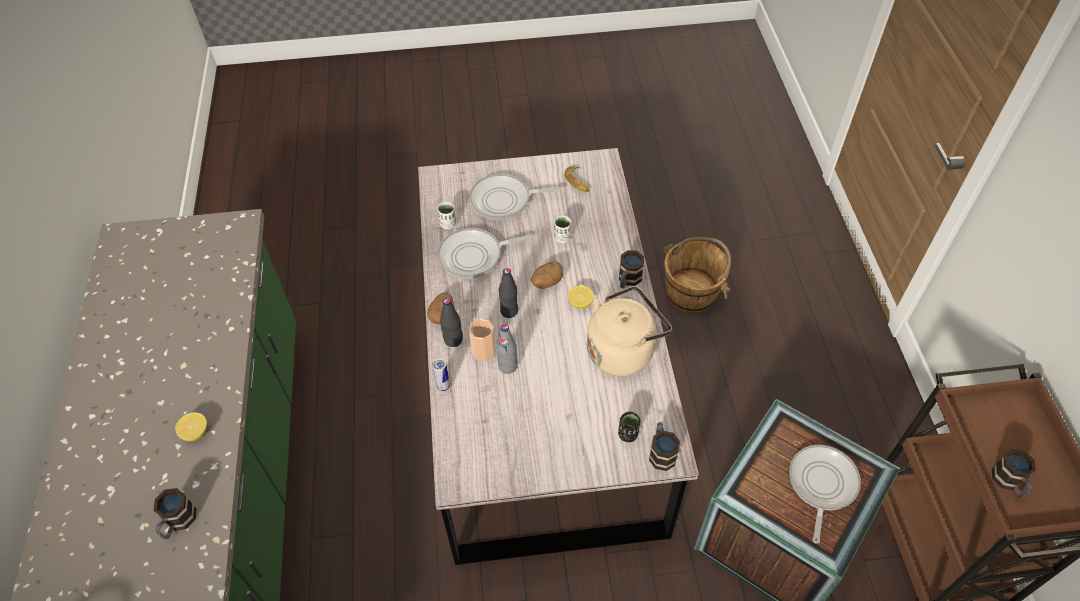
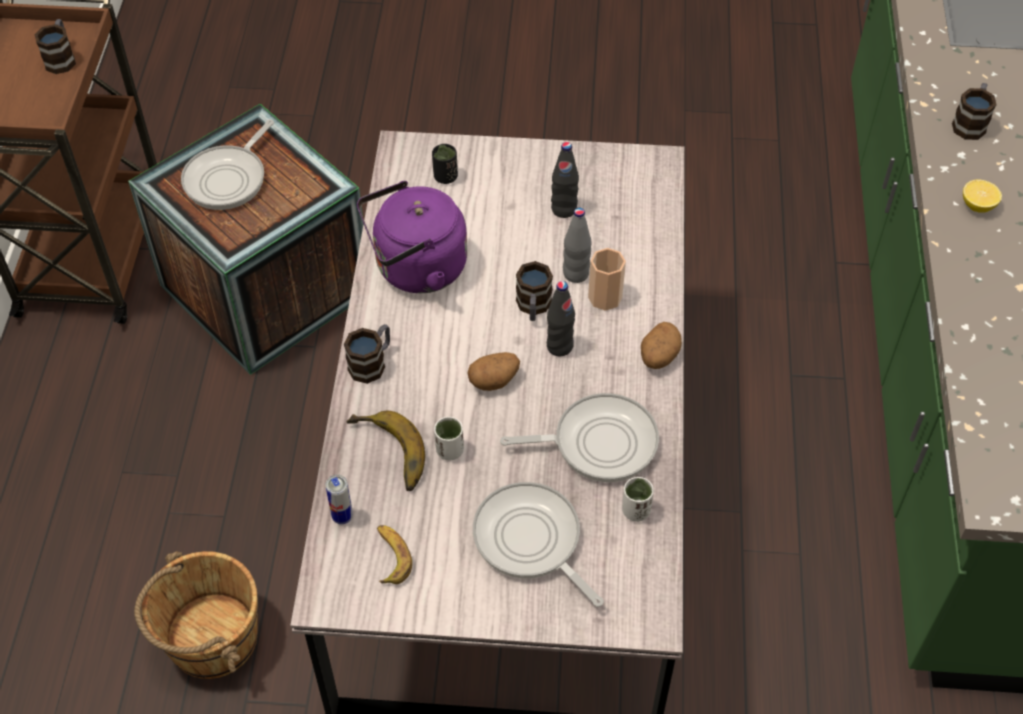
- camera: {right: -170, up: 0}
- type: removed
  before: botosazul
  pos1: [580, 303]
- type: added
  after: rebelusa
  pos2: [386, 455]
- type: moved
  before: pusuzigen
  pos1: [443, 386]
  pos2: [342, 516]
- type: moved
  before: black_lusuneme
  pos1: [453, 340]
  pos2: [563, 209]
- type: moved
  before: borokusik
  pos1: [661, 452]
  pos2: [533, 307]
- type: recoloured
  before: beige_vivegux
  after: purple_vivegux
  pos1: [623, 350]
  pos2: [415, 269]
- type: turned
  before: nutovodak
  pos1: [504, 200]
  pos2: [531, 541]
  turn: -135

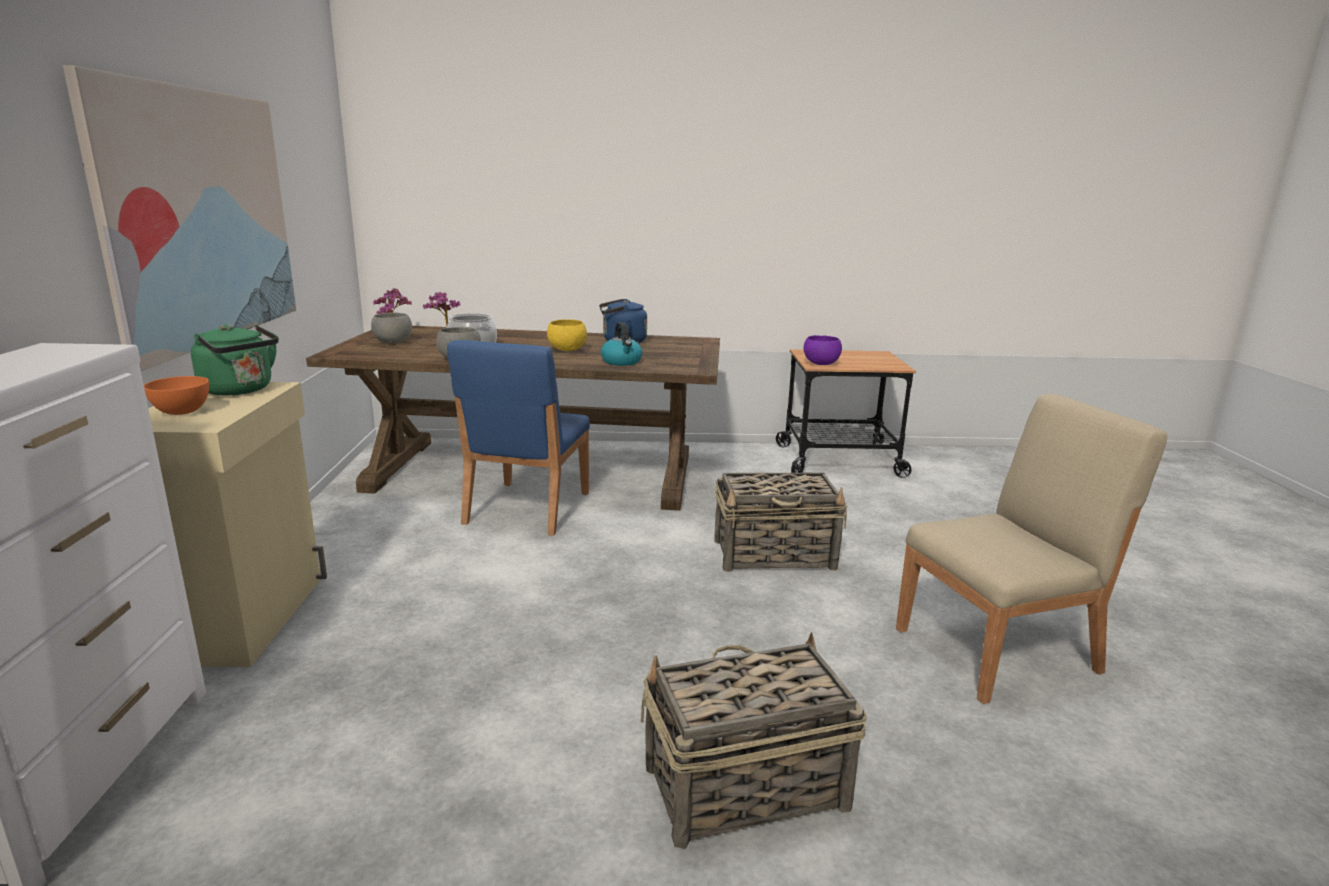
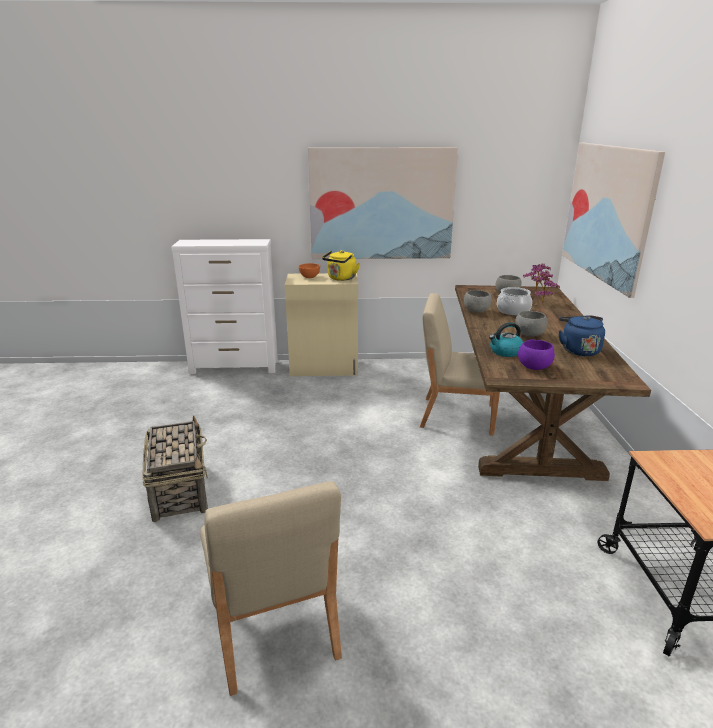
- camera: {right: 90, up: 5}
- type: removed
  before: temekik
  pos1: [775, 555]
- type: added
  after: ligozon
  pos2: [607, 213]
- type: moved
  before: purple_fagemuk
  pos1: [821, 364]
  pos2: [533, 367]
- type: recoloured
  before: green_vivegux
  after: yellow_vivegux
  pos1: [240, 390]
  pos2: [341, 278]
- type: recoloured
  before: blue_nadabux
  after: beige_nadabux
  pos1: [526, 508]
  pos2: [456, 415]
- type: recoloured
  before: yellow_fagemuk
  after: grey_fagemuk
  pos1: [567, 350]
  pos2: [529, 335]

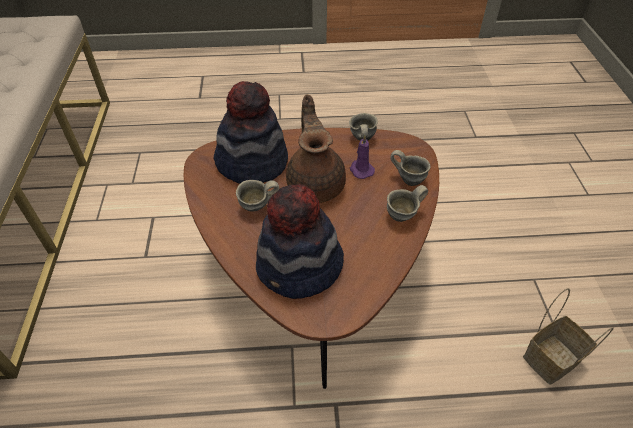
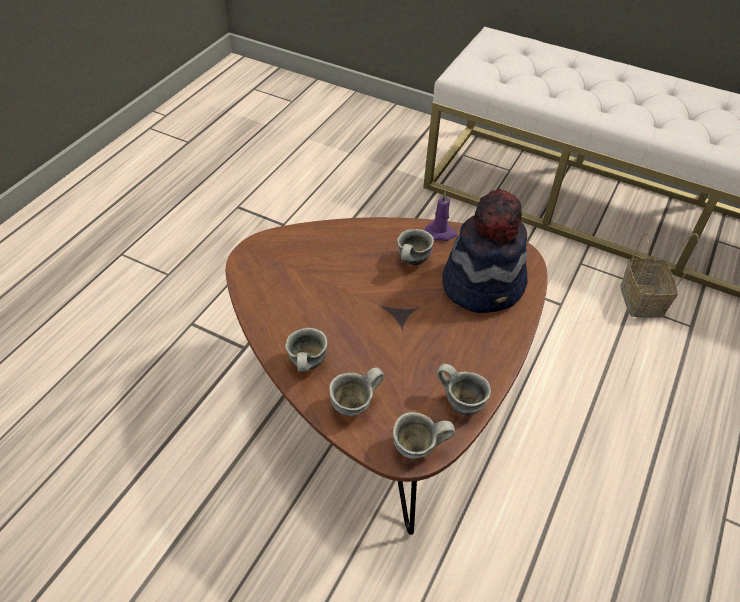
- camera: {right: 120, up: 0}
- type: removed
  before: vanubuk
  pos1: [300, 268]
- type: removed
  before: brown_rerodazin
  pos1: [316, 184]
- type: added
  after: grey_borokusik
  pos2: [418, 451]
- type: moved
  before: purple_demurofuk
  pos1: [361, 170]
  pos2: [441, 233]
- type: moved
  before: temekik
  pos1: [551, 357]
  pos2: [643, 301]

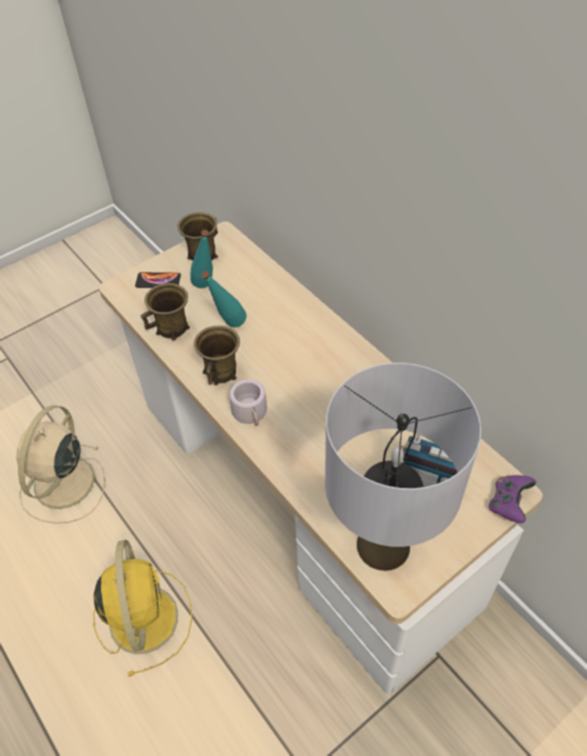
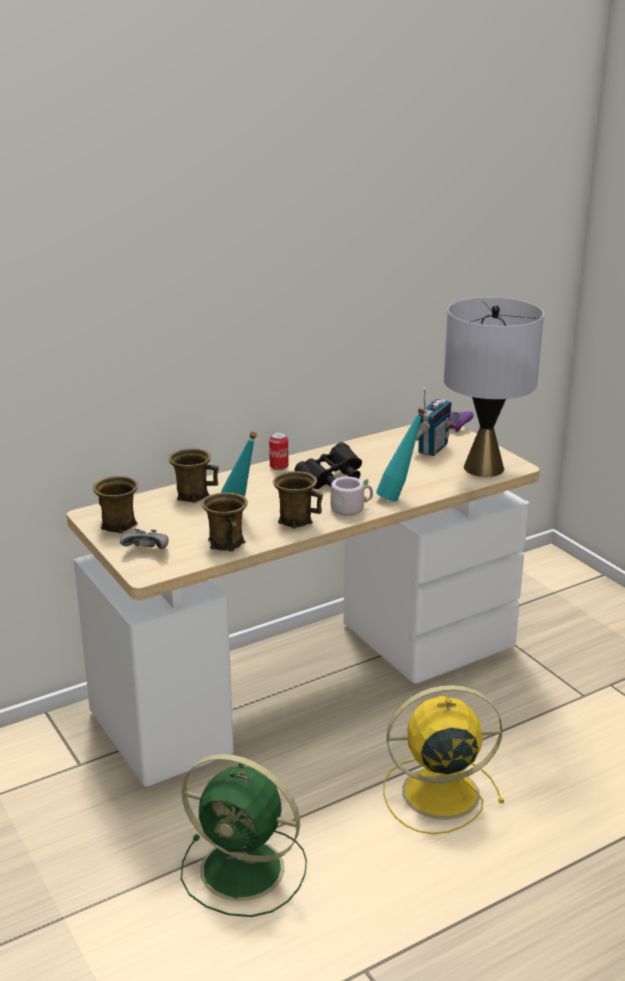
- camera: {right: -85, up: -25}
- type: added
  after: brown_borokusik
  pos2: [192, 495]
- type: added
  after: pusuzigen
  pos2: [279, 467]
- type: added
  after: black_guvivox
  pos2: [331, 480]
- type: moved
  before: turquoise_lusuneme
  pos1: [207, 289]
  pos2: [399, 497]
- type: replaced
  before: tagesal
  after: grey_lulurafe
  pos1: [158, 281]
  pos2: [147, 551]
- type: recoloured
  before: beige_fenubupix
  after: green_fenubupix
  pos1: [63, 485]
  pos2: [246, 870]

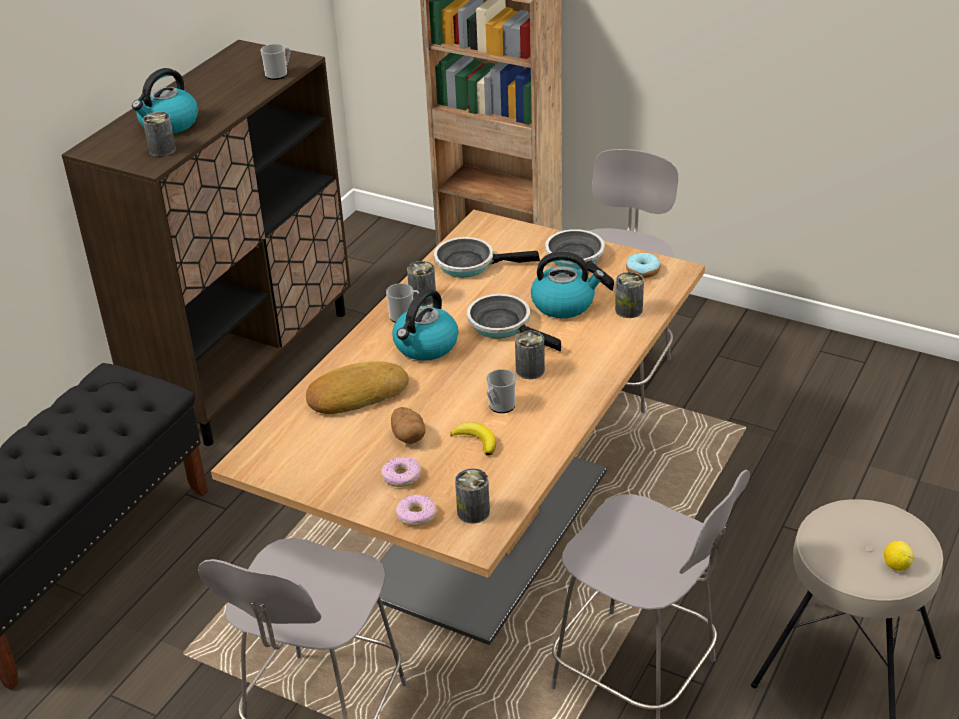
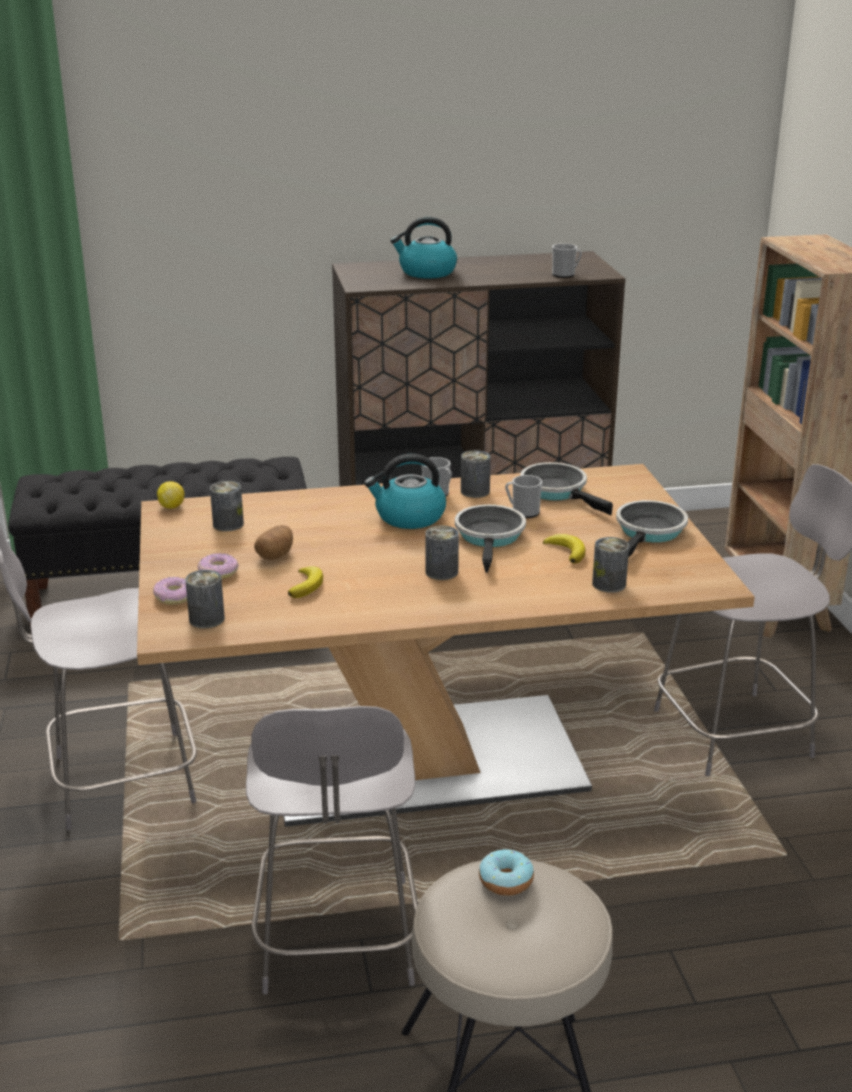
- camera: {right: 50, up: -10}
- type: removed
  before: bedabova
  pos1: [356, 394]
- type: moved
  before: pusuzigen
  pos1: [162, 150]
  pos2: [228, 524]
- type: moved
  before: borokusik
  pos1: [500, 406]
  pos2: [522, 512]
- type: moved
  before: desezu
  pos1: [643, 271]
  pos2: [505, 881]
- type: moved
  before: botosazul
  pos1: [896, 565]
  pos2: [172, 506]
- type: replaced
  before: vivegux
  after: rebelusa
  pos1: [564, 304]
  pos2: [567, 551]

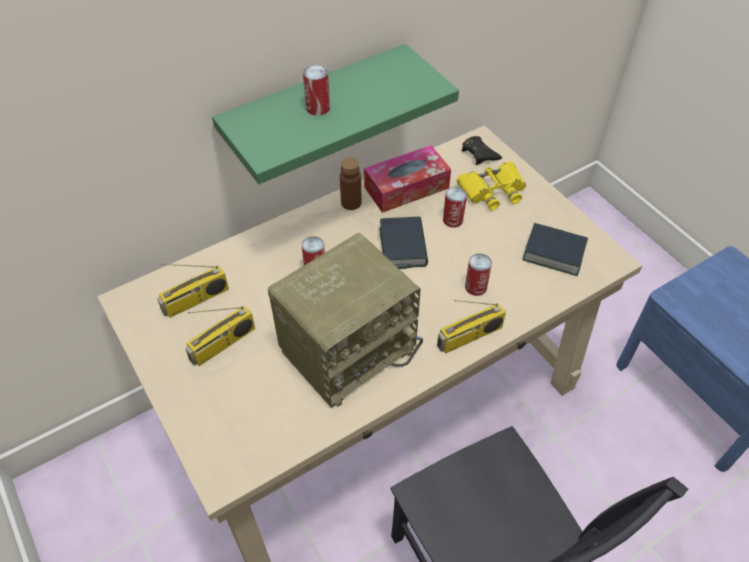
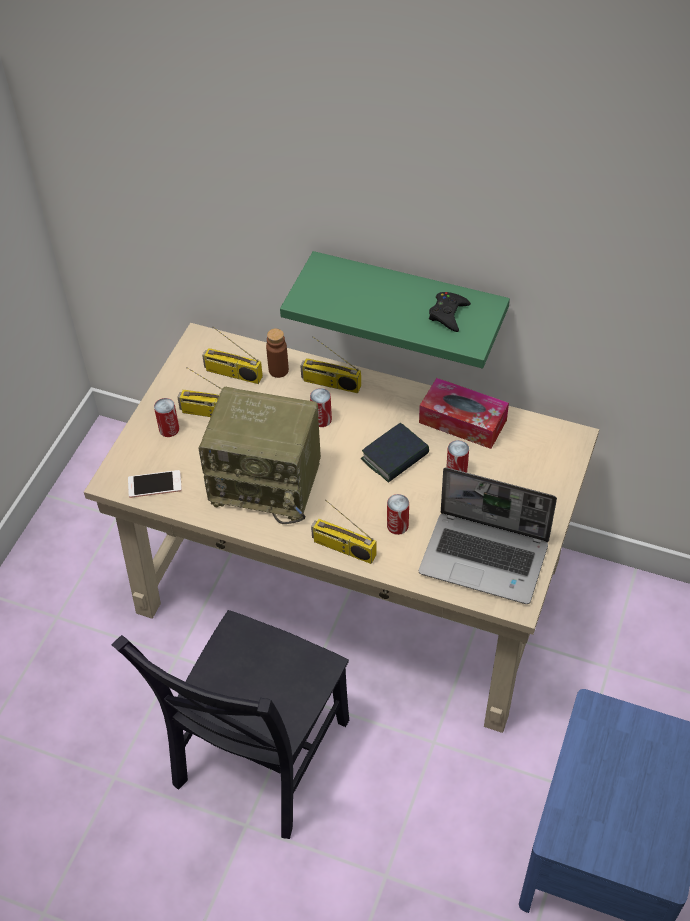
- camera: {right: 55, up: 0}
- type: removed
  before: yellow_guvivox
  pos1: [492, 190]
- type: added
  after: tagesal
  pos2: [154, 484]
- type: added
  after: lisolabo
  pos2: [330, 383]
- type: moved
  before: pusuzigen
  pos1: [318, 108]
  pos2: [169, 429]
- type: moved
  before: brown_lusuneme
  pos1: [351, 203]
  pos2: [278, 370]
- type: moved
  before: black_lulurafe
  pos1: [479, 153]
  pos2: [448, 314]
- type: replaced
  before: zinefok
  after: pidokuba
  pos1: [553, 253]
  pos2: [485, 558]

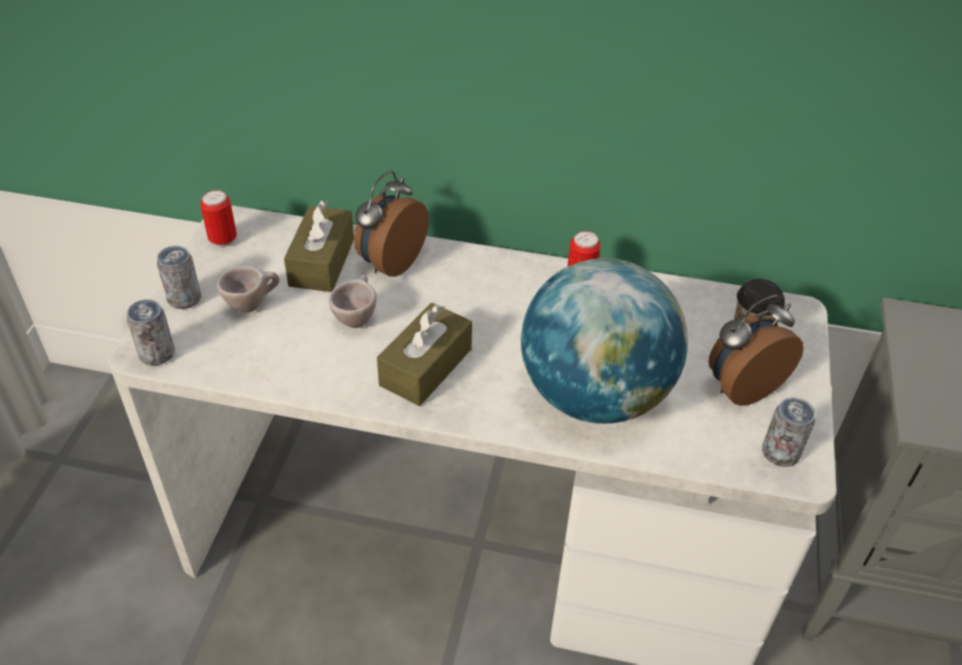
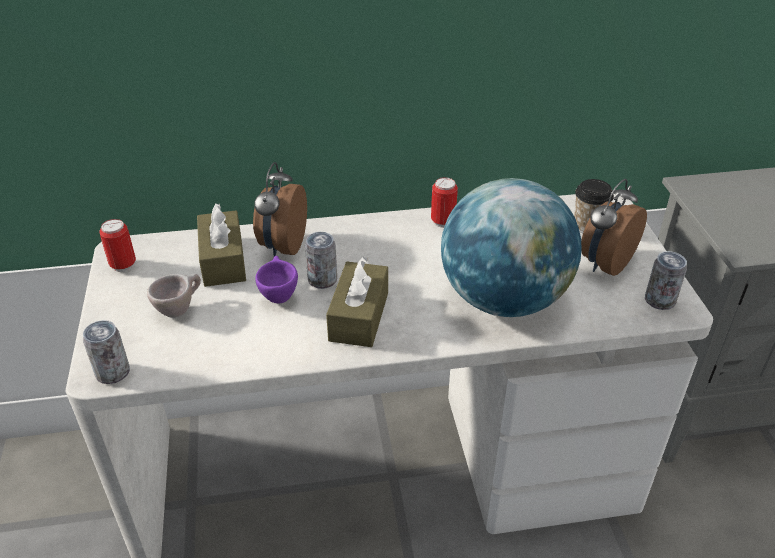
- camera: {right: -20, up: -5}
- type: moved
  before: pusuzigen
  pos1: [184, 299]
  pos2: [322, 280]
- type: recoloured
  before: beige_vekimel
  after: purple_vekimel
  pos1: [356, 317]
  pos2: [278, 294]

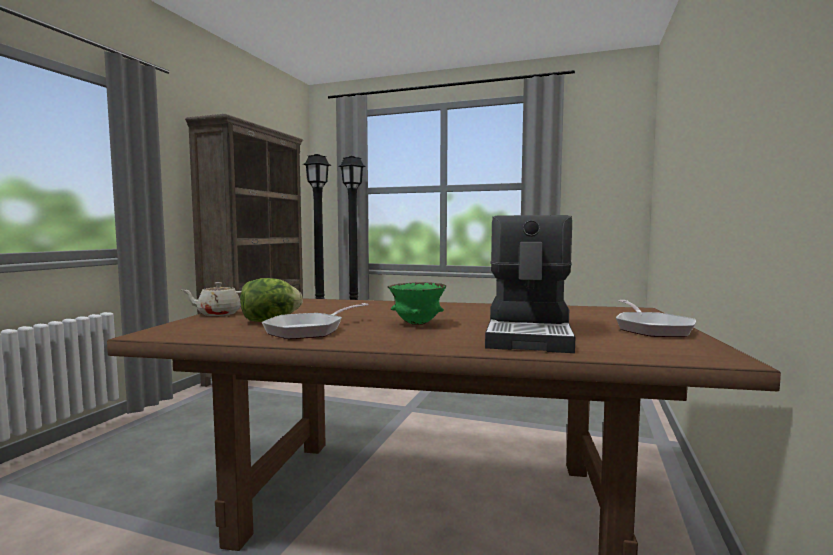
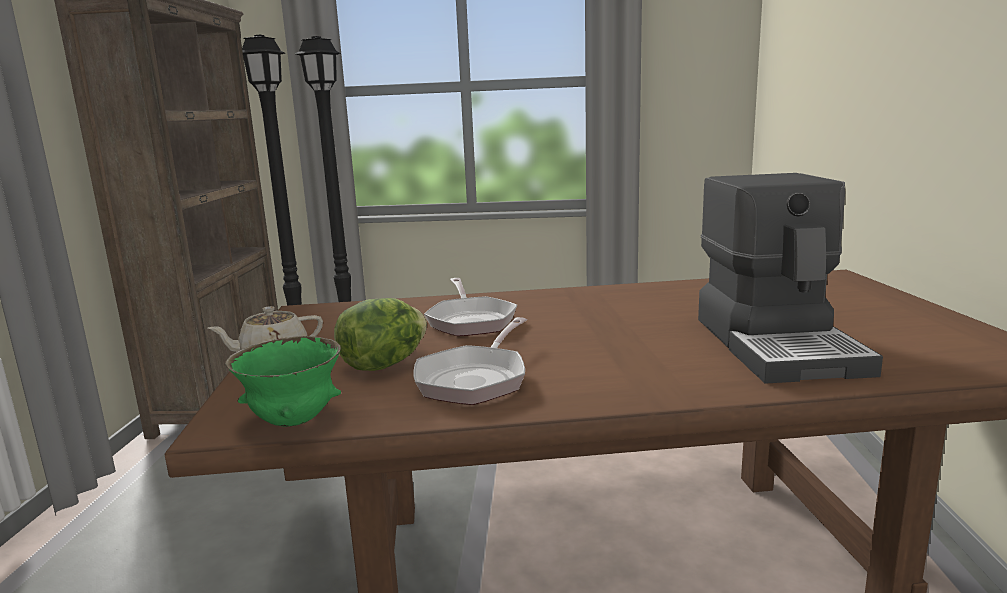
- camera: {right: -15, up: 10}
- type: moved
  before: green_fagemuk
  pos1: [417, 324]
  pos2: [294, 421]
- type: moved
  before: nutovodak
  pos1: [651, 328]
  pos2: [470, 320]

